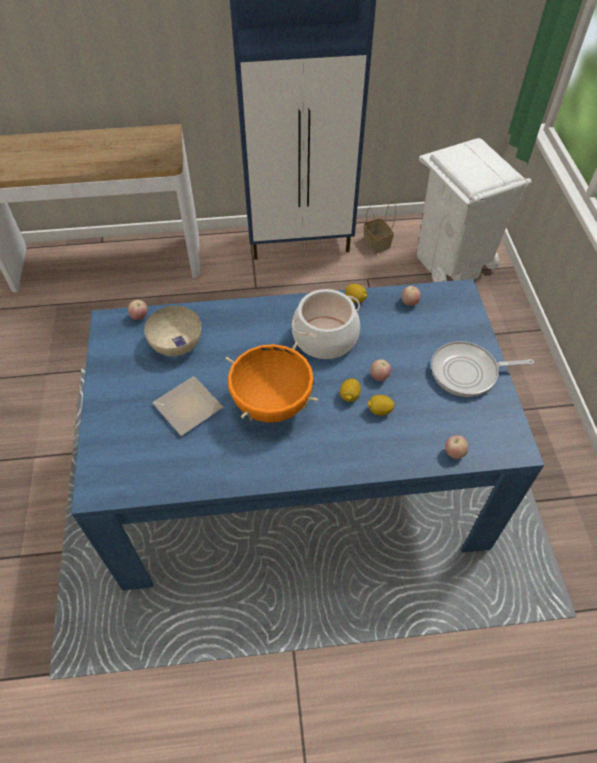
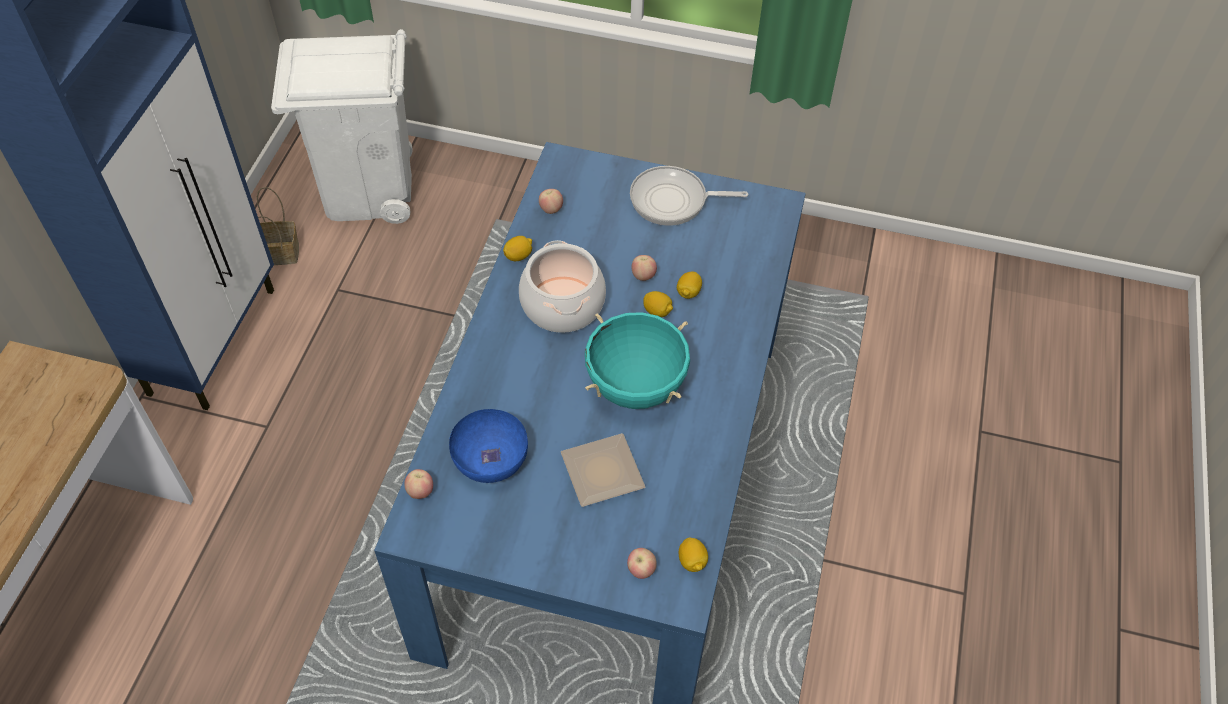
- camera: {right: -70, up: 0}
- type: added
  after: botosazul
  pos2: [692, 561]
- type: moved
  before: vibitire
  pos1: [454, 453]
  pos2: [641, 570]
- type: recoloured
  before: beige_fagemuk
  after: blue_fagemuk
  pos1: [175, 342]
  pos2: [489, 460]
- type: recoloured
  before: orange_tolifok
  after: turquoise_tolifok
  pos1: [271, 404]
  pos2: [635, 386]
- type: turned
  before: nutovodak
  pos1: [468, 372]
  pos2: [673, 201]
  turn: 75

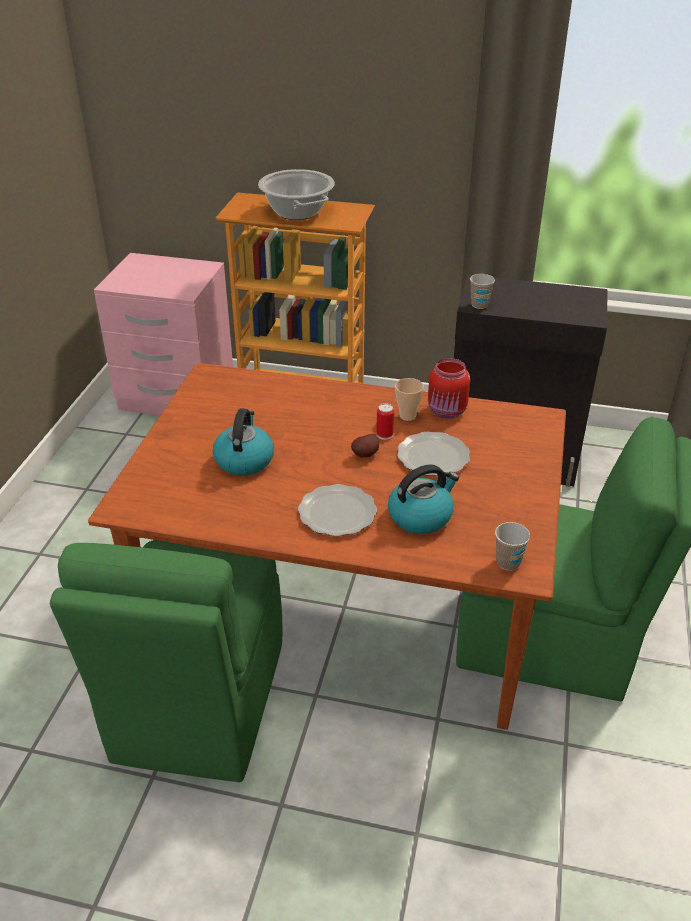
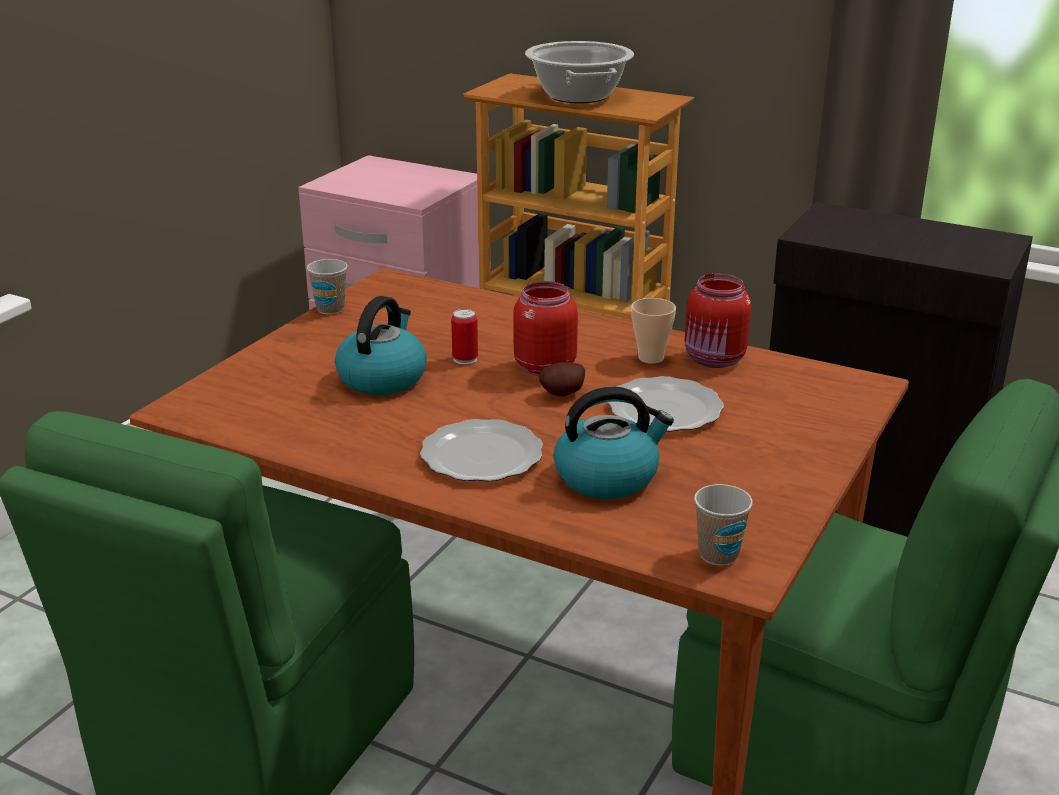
- camera: {right: 15, up: -10}
- type: added
  after: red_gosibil
  pos2: [543, 368]
- type: moved
  before: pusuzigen
  pos1: [384, 435]
  pos2: [465, 359]
- type: moved
  before: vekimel
  pos1: [479, 305]
  pos2: [330, 309]

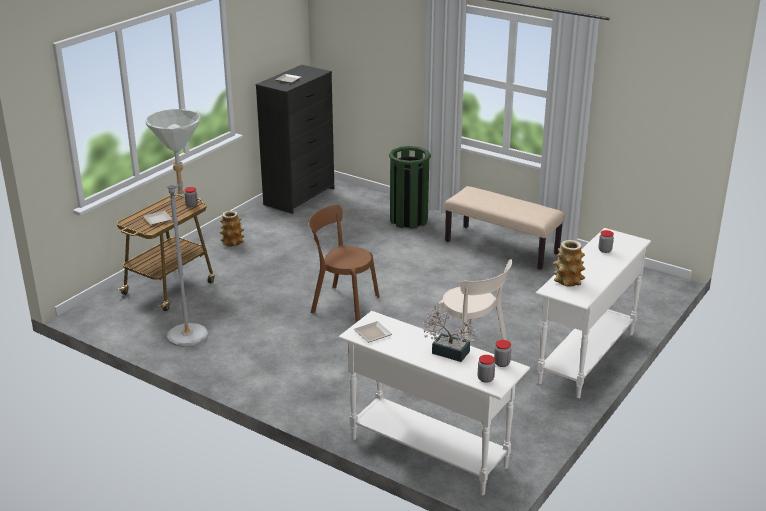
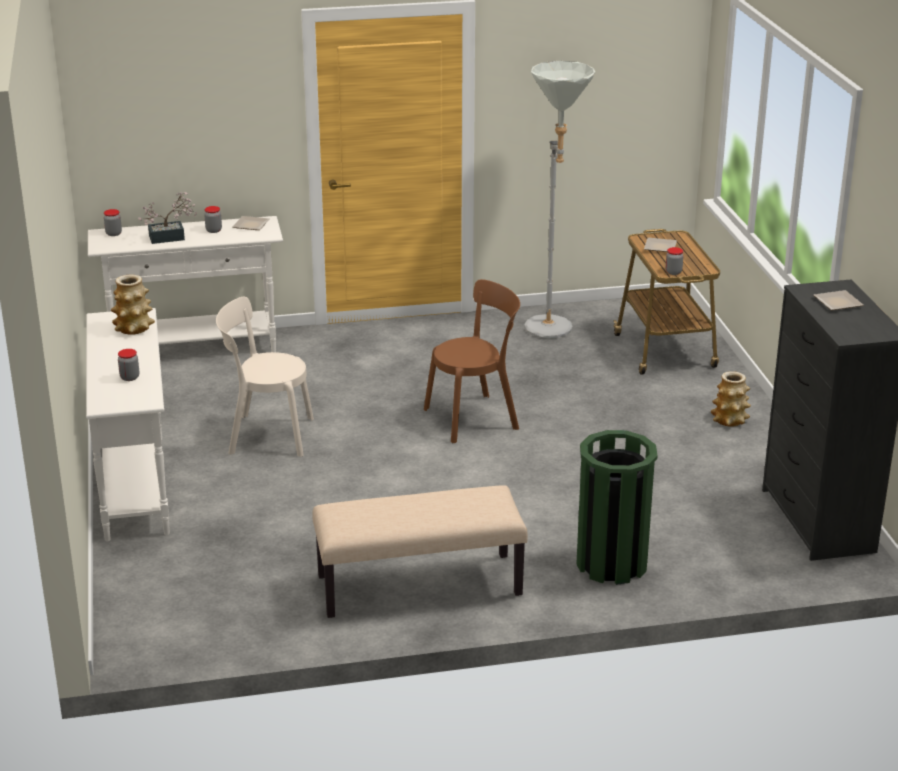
- camera: {right: 135, up: 0}
- type: moved
  before: gosibil
  pos1: [502, 363]
  pos2: [213, 230]

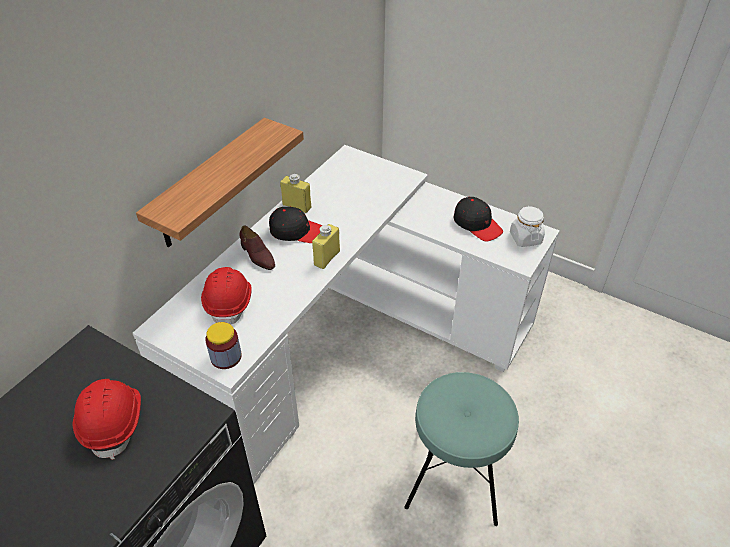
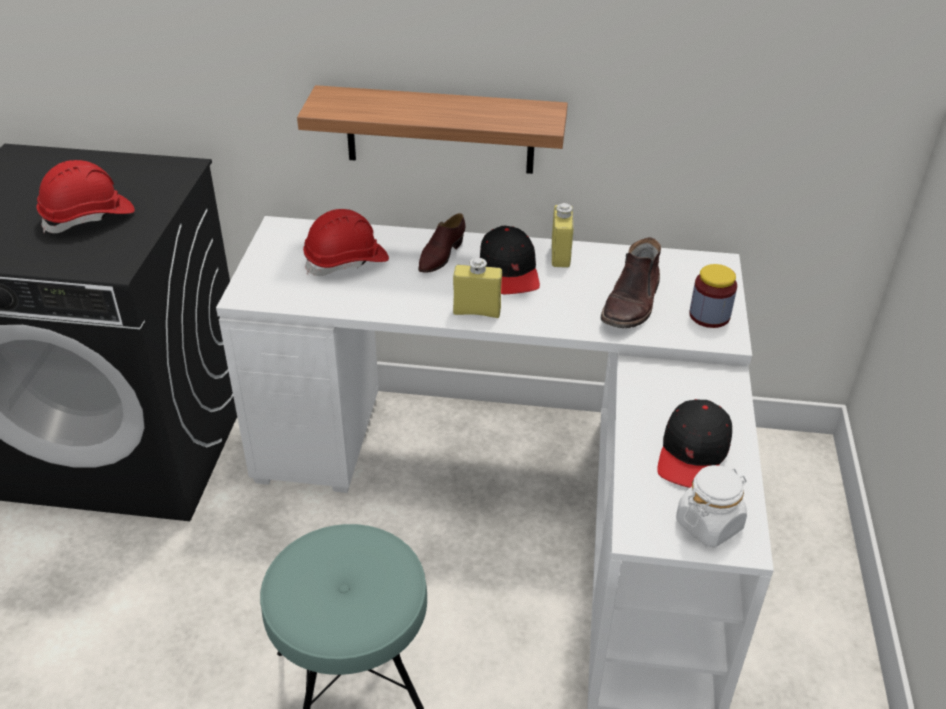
- camera: {right: 65, up: -5}
- type: added
  after: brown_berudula
  pos2: [632, 303]
- type: moved
  before: gosibil
  pos1: [226, 357]
  pos2: [709, 315]

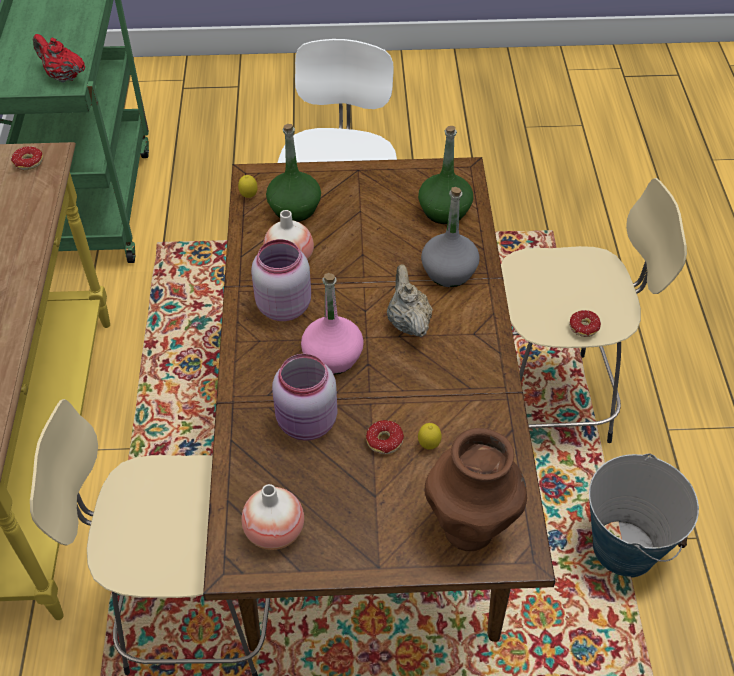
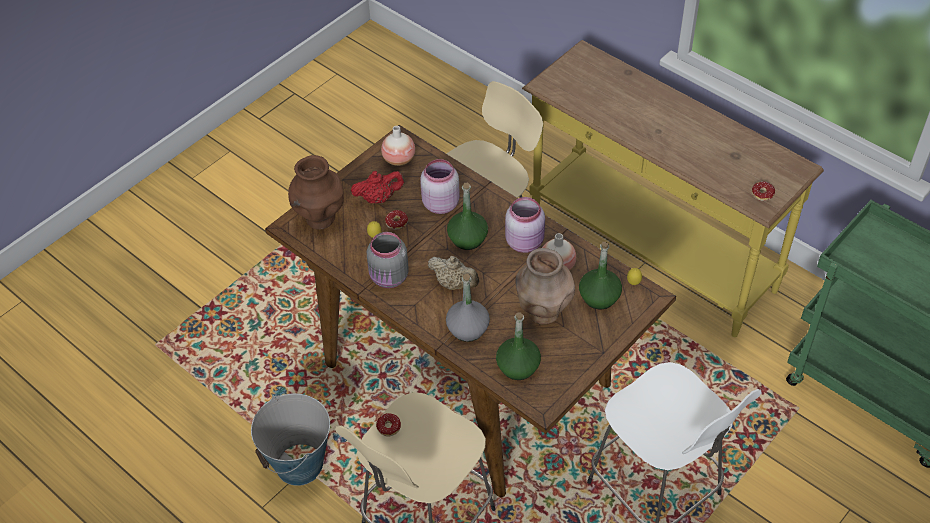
- camera: {right: 135, up: 0}
- type: added
  after: grey_gosibil
  pos2: [389, 278]
- type: added
  after: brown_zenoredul
  pos2: [543, 313]
- type: moved
  before: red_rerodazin
  pos1: [63, 76]
  pos2: [379, 198]
- type: recoloured
  before: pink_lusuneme
  after: green_lusuneme
  pos1: [333, 357]
  pos2: [468, 239]

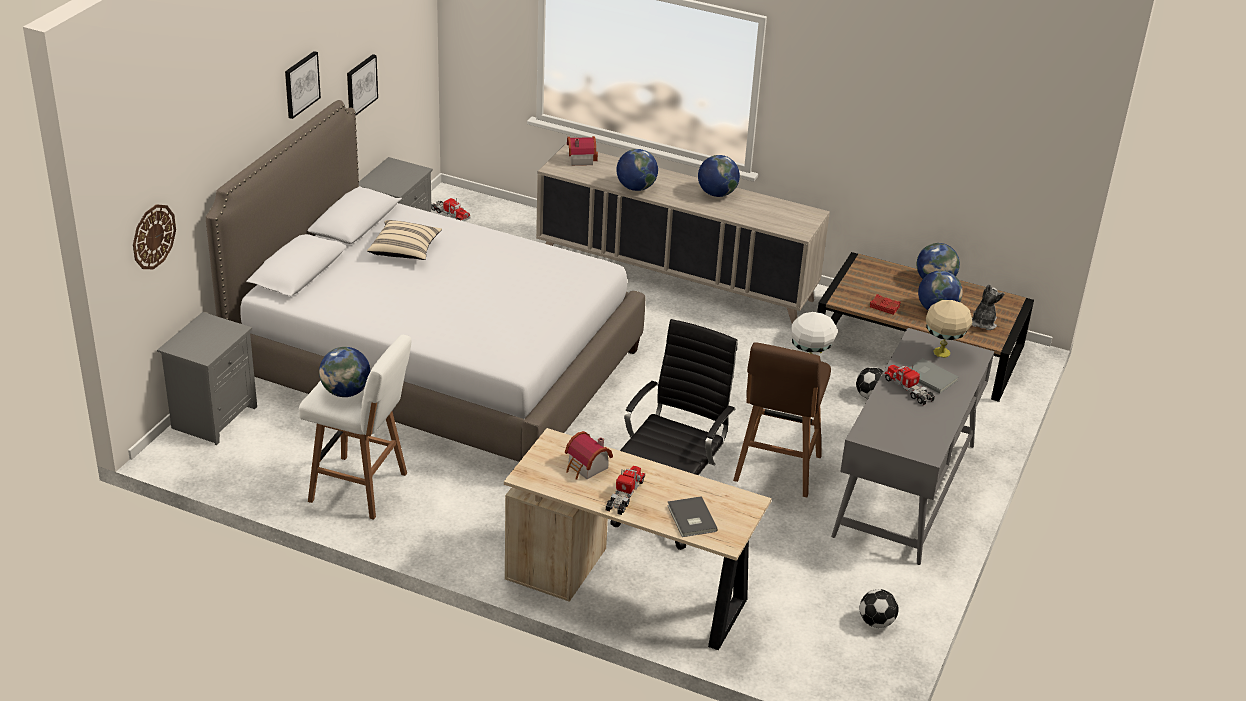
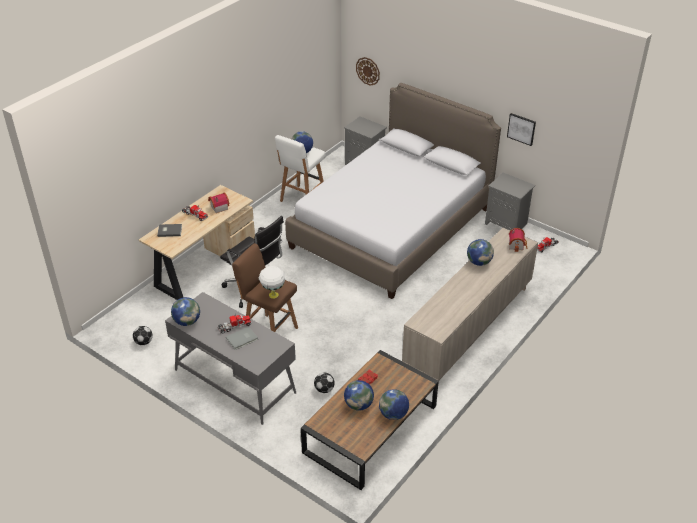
- camera: {right: 105, up: 5}
- type: removed
  before: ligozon
  pos1: [301, 84]
- type: removed
  before: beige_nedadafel
  pos1: [405, 250]
- type: removed
  before: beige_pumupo
  pos1: [942, 353]
- type: removed
  before: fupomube
  pos1: [983, 323]
- type: moved
  before: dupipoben
  pos1: [717, 194]
  pos2: [187, 321]

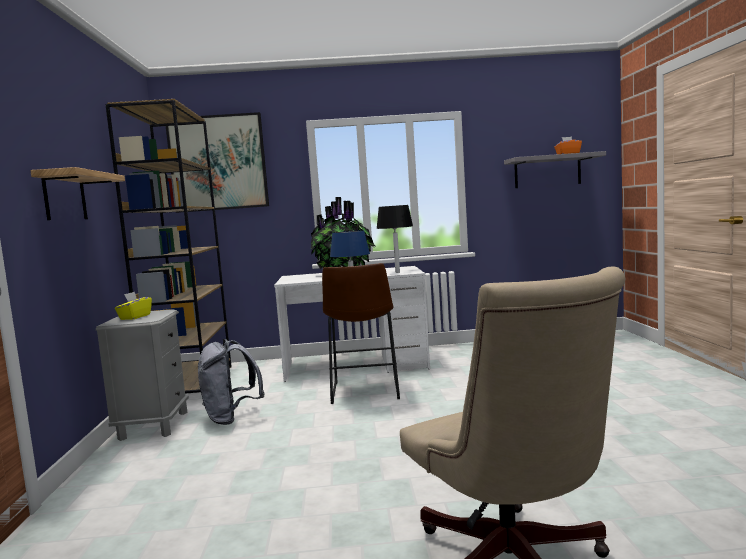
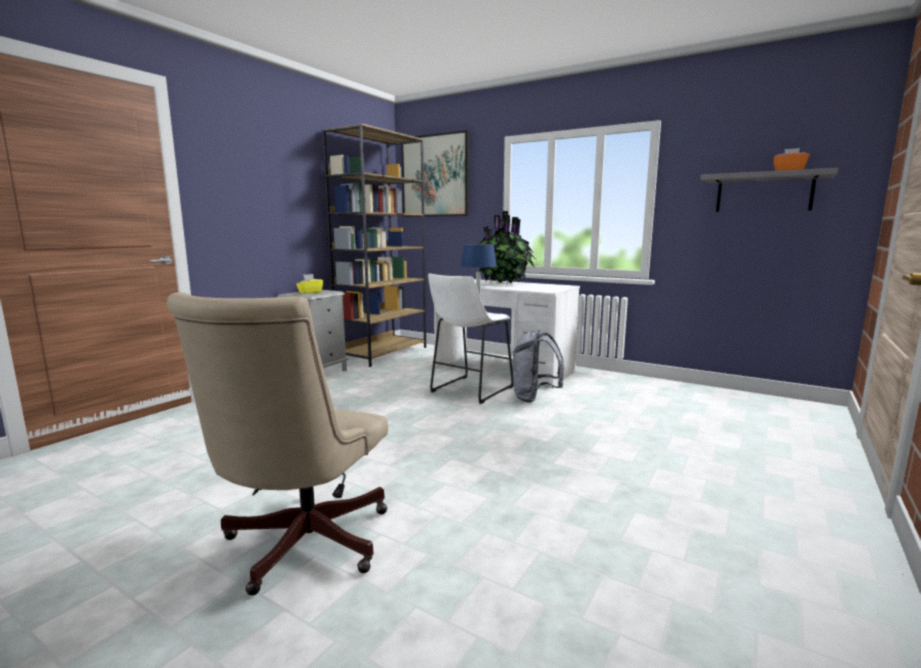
- camera: {right: 35, up: 5}
- type: removed
  before: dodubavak
  pos1: [65, 197]
- type: removed
  before: black_pumupo
  pos1: [397, 272]
- type: moved
  before: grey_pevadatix
  pos1: [231, 418]
  pos2: [534, 398]
- type: recoloured
  before: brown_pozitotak
  after: white_pozitotak
  pos1: [364, 392]
  pos2: [469, 390]

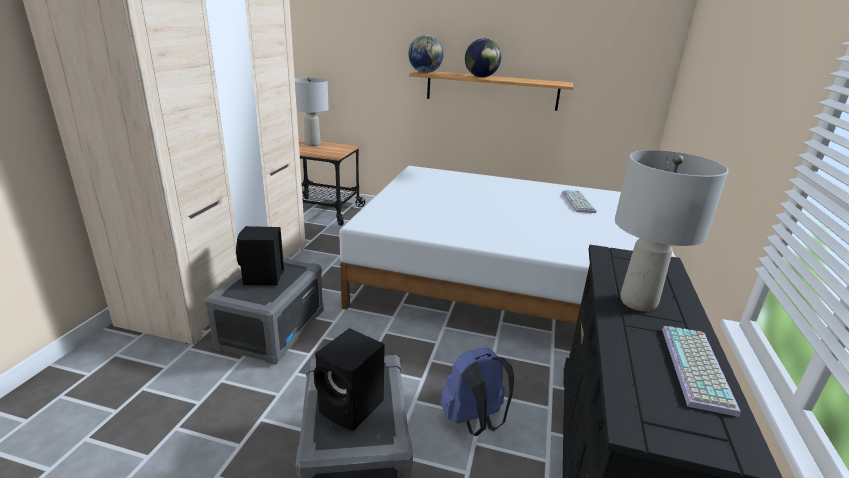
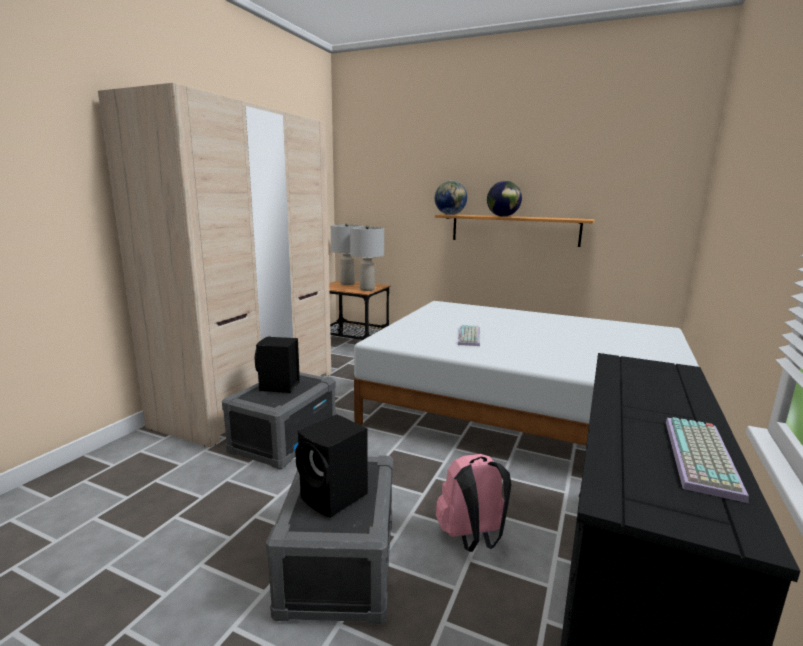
- camera: {right: 10, up: -10}
- type: moved
  before: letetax
  pos1: [579, 202]
  pos2: [470, 336]
- type: moved
  before: grey_pumupo
  pos1: [638, 302]
  pos2: [367, 289]
- type: recoloured
  before: blue_pevadatix
  after: pink_pevadatix
  pos1: [474, 421]
  pos2: [472, 538]

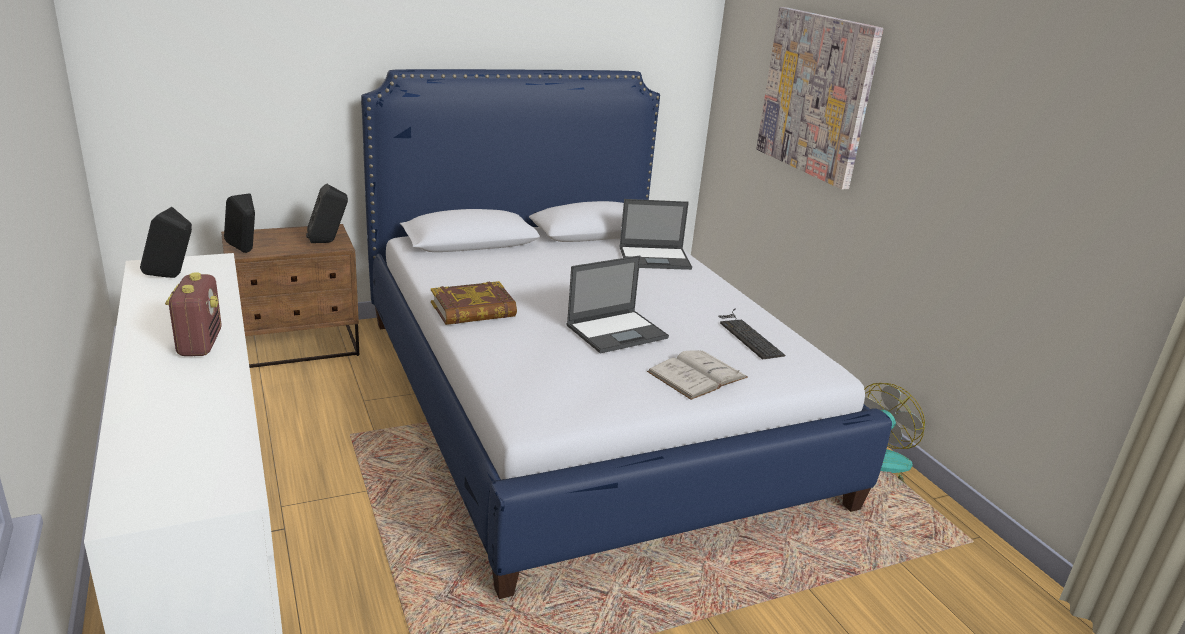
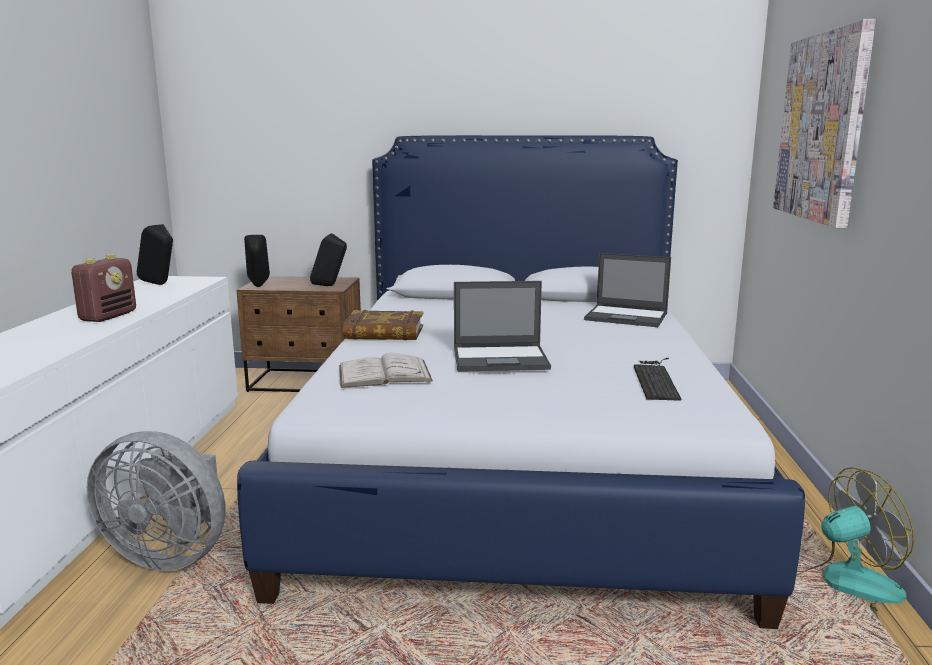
- camera: {right: 30, up: -10}
- type: added
  after: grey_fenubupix
  pos2: [171, 554]
- type: moved
  before: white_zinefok
  pos1: [697, 374]
  pos2: [384, 373]

